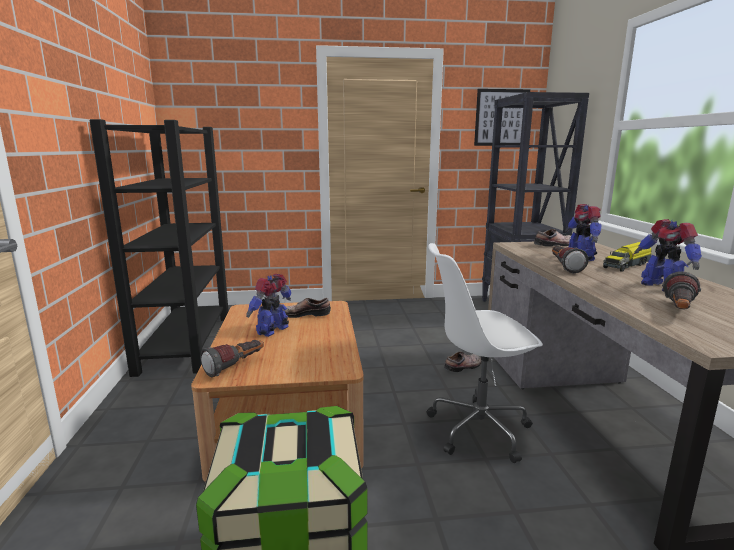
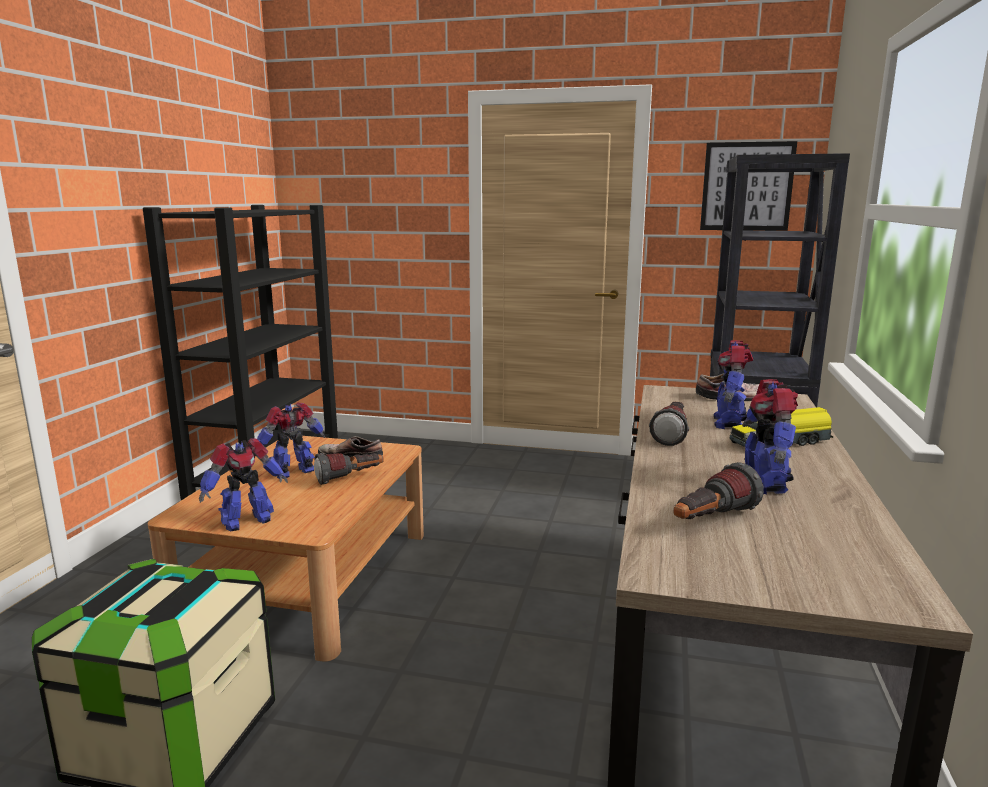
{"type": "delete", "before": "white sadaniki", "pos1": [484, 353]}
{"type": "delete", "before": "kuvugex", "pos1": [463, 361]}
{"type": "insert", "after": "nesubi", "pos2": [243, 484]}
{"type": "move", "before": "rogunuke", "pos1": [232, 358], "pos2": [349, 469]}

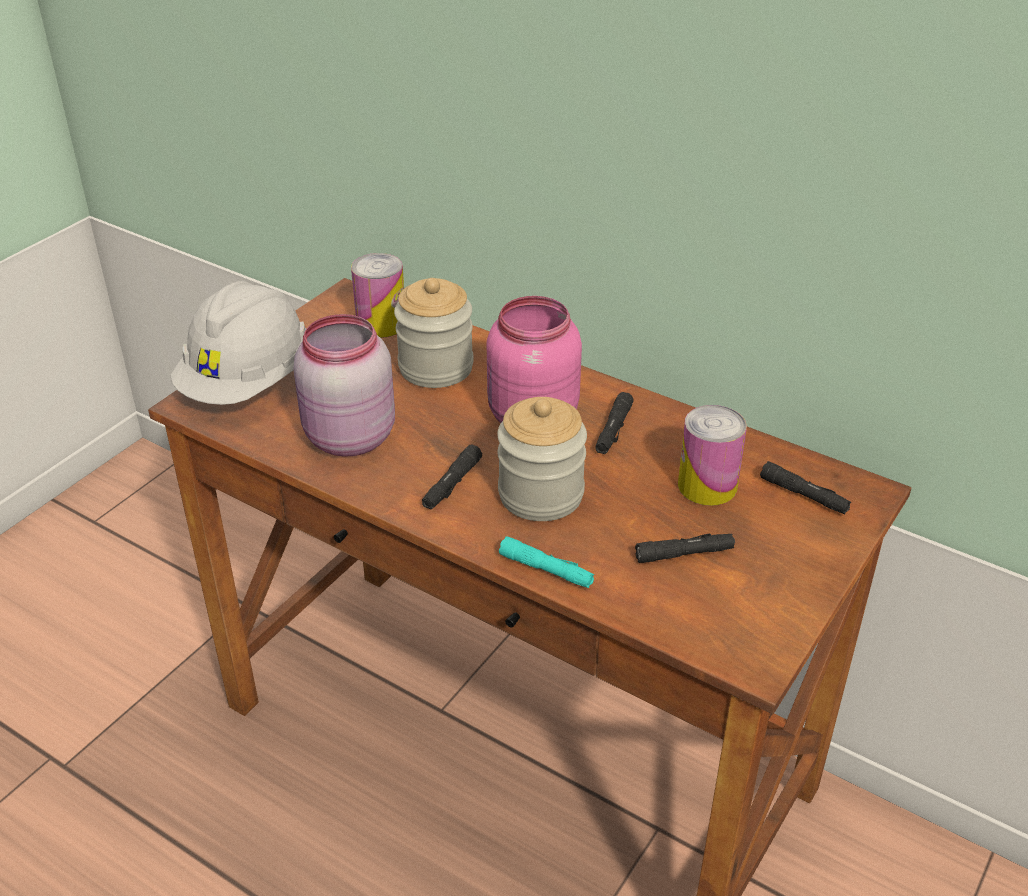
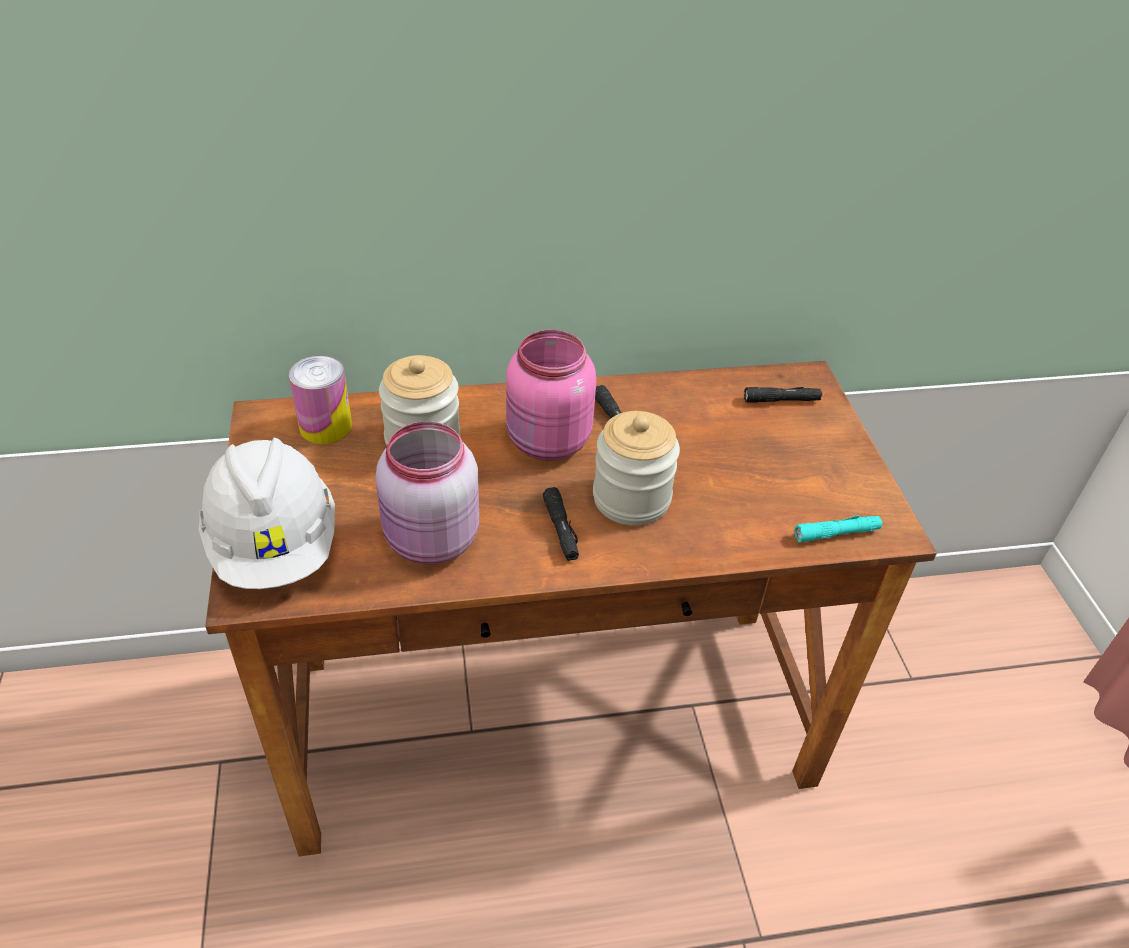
{"type": "delete", "before": "black rogunuke", "pos1": [685, 548]}
{"type": "delete", "before": "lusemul", "pos1": [712, 455]}
{"type": "move", "before": "turquoise rogunuke", "pos1": [546, 562], "pos2": [839, 529]}

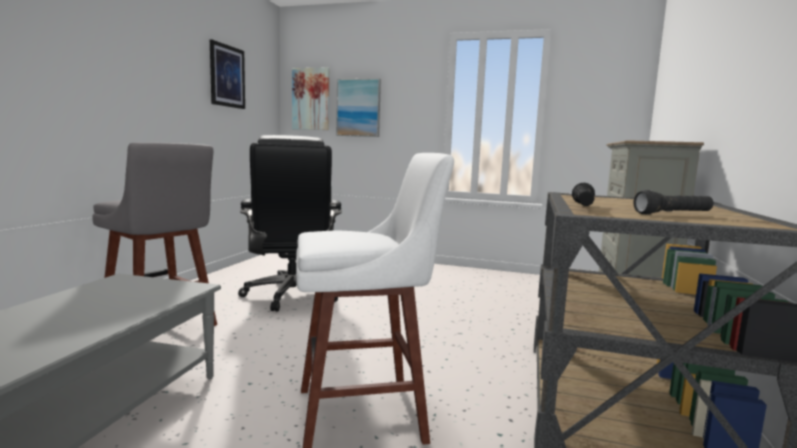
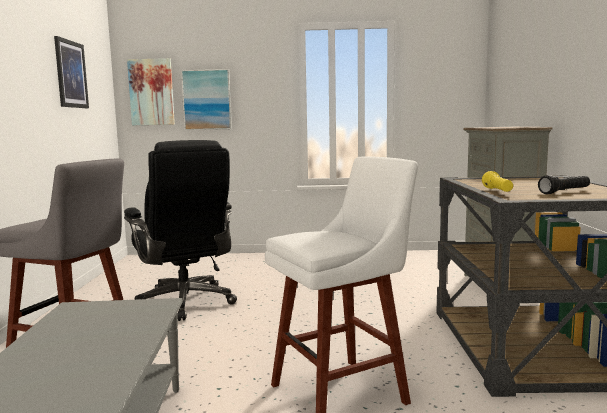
{"type": "recolor", "before": "black rogunuke", "after": "yellow rogunuke", "pos1": [583, 194], "pos2": [497, 181]}

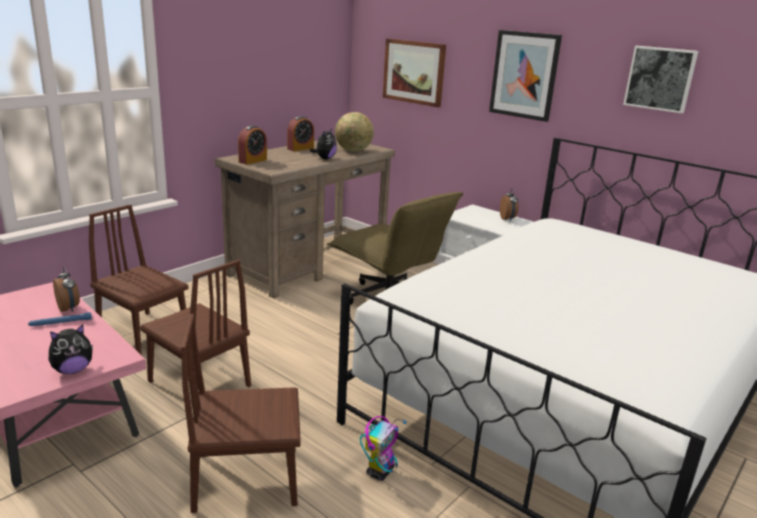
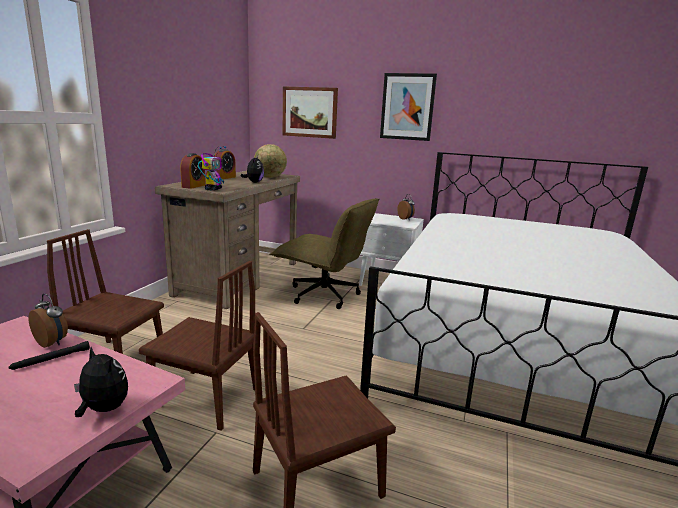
{"type": "delete", "before": "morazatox", "pos1": [660, 79]}
{"type": "move", "before": "nesubi", "pos1": [383, 448], "pos2": [212, 168]}
{"type": "recolor", "before": "blue rogunuke", "after": "black rogunuke", "pos1": [60, 319], "pos2": [49, 355]}
{"type": "rotate", "before": "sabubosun", "pos1": [71, 349], "pos2": [101, 382], "turn": -90}

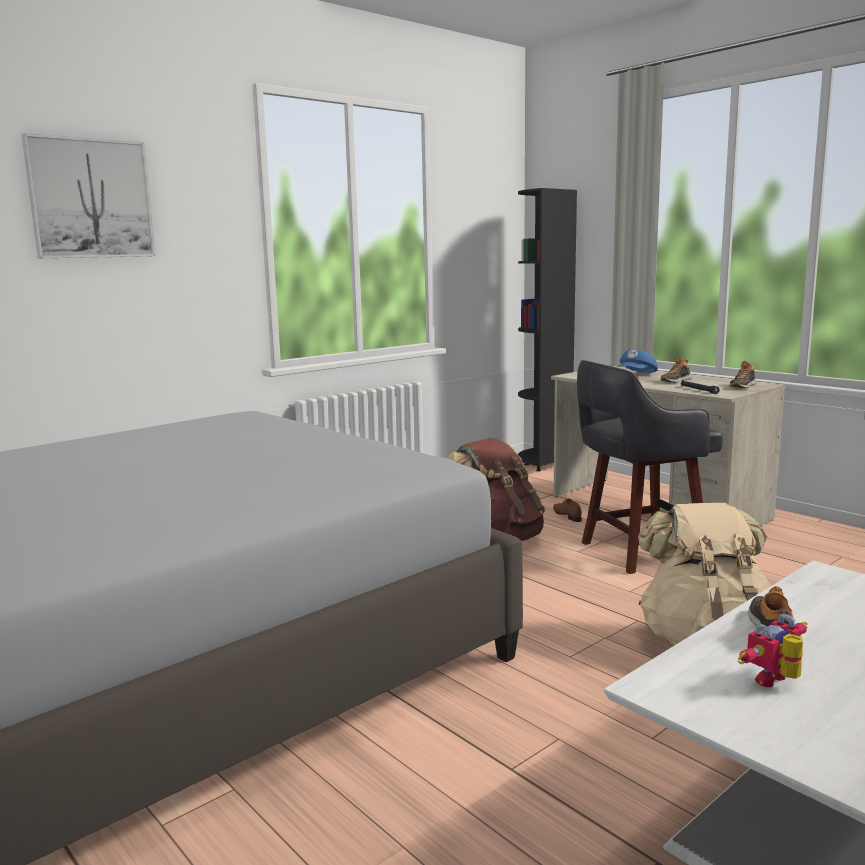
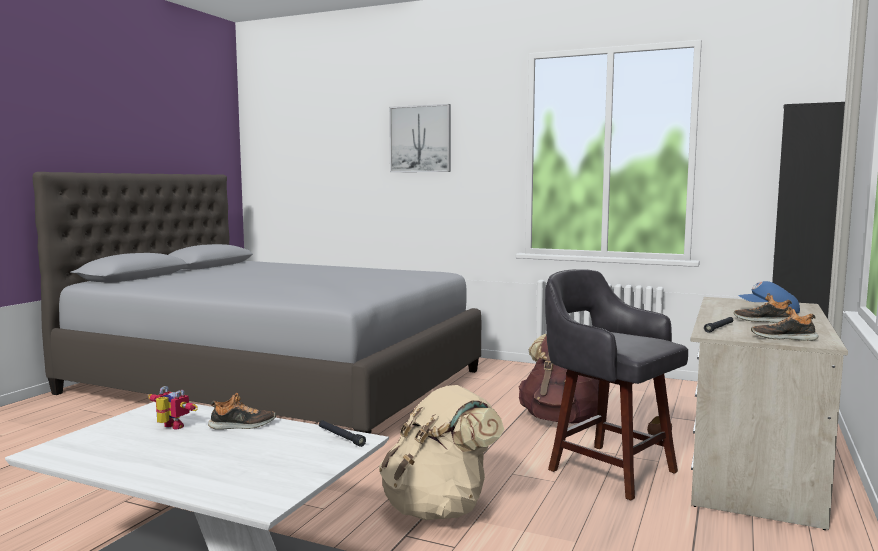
{"type": "insert", "after": "black rogunuke", "pos2": [342, 433]}

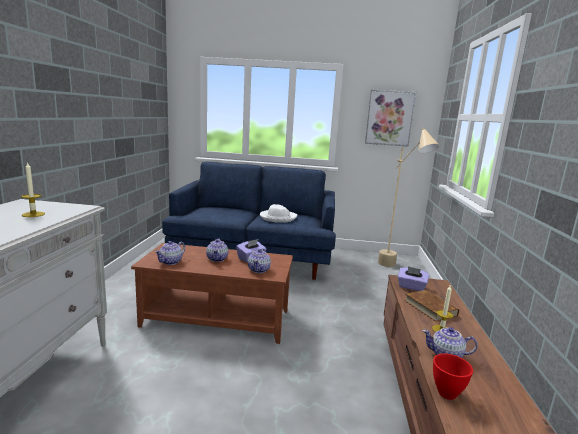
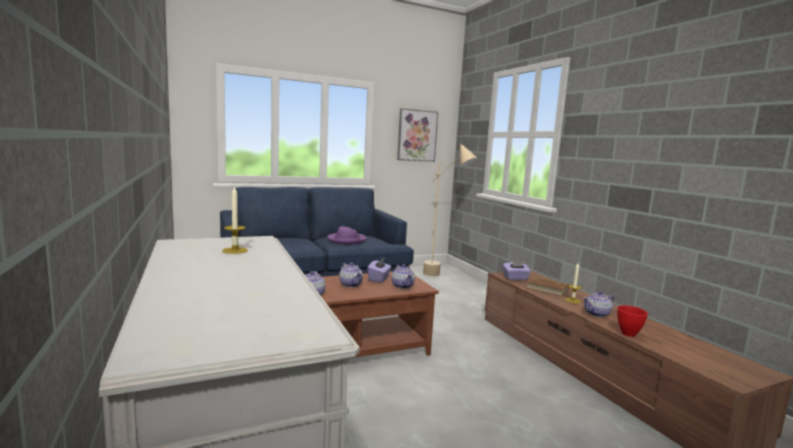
{"type": "recolor", "before": "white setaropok", "after": "purple setaropok", "pos1": [278, 213], "pos2": [347, 236]}

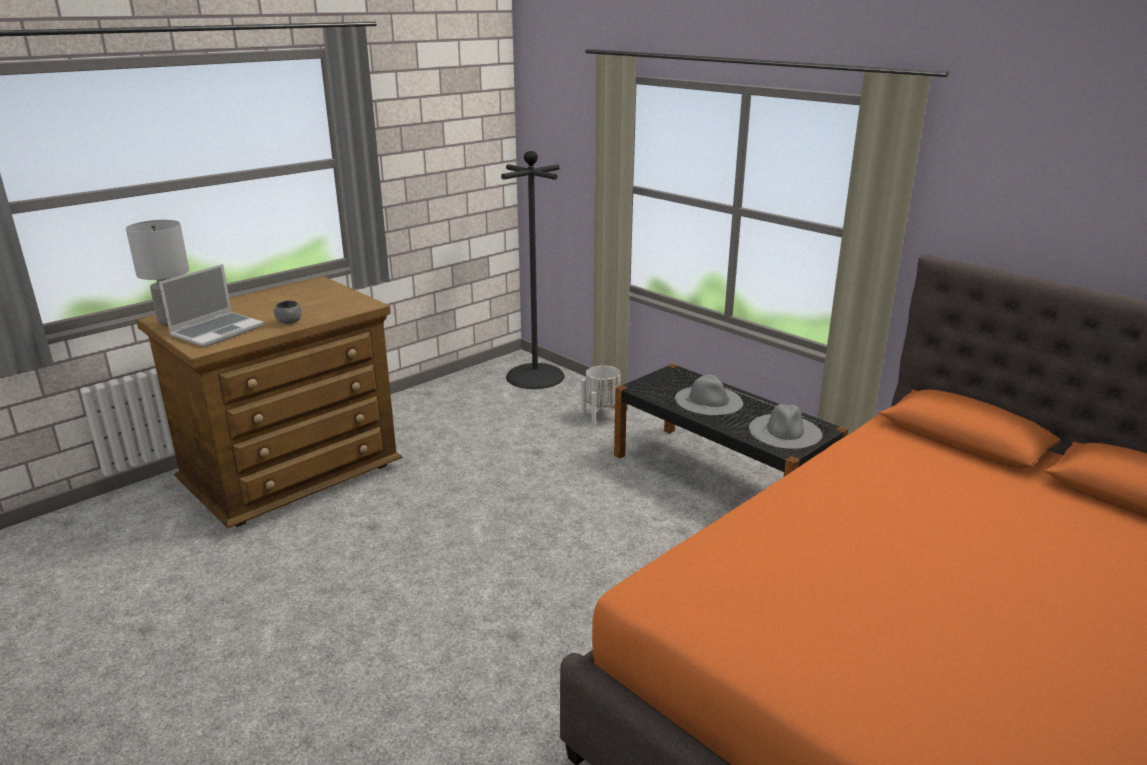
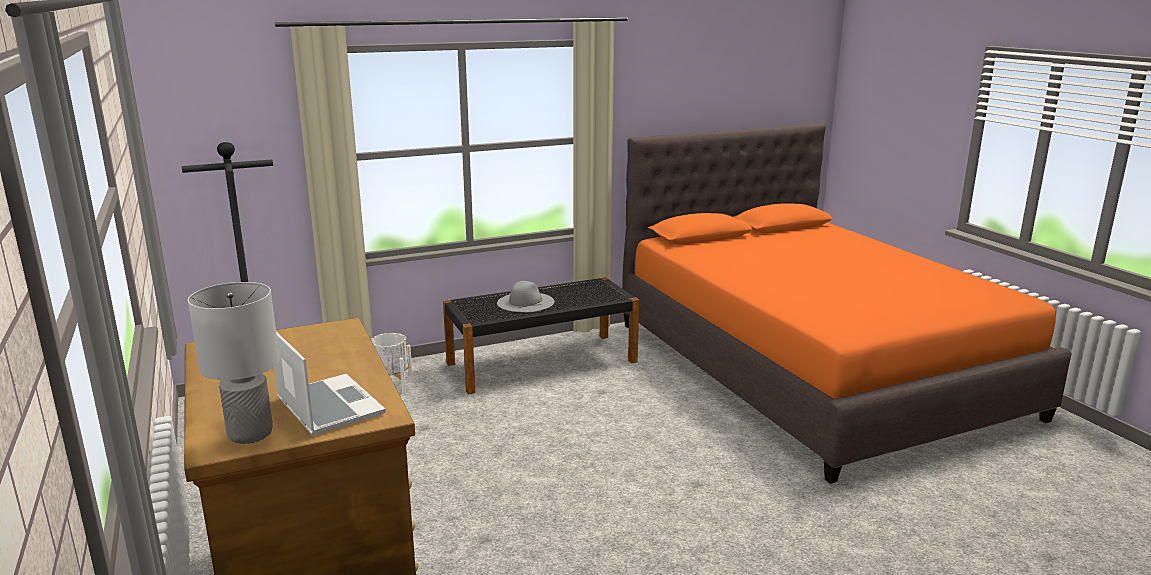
{"type": "delete", "before": "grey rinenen", "pos1": [288, 312]}
{"type": "delete", "before": "grey setaropok", "pos1": [785, 426]}

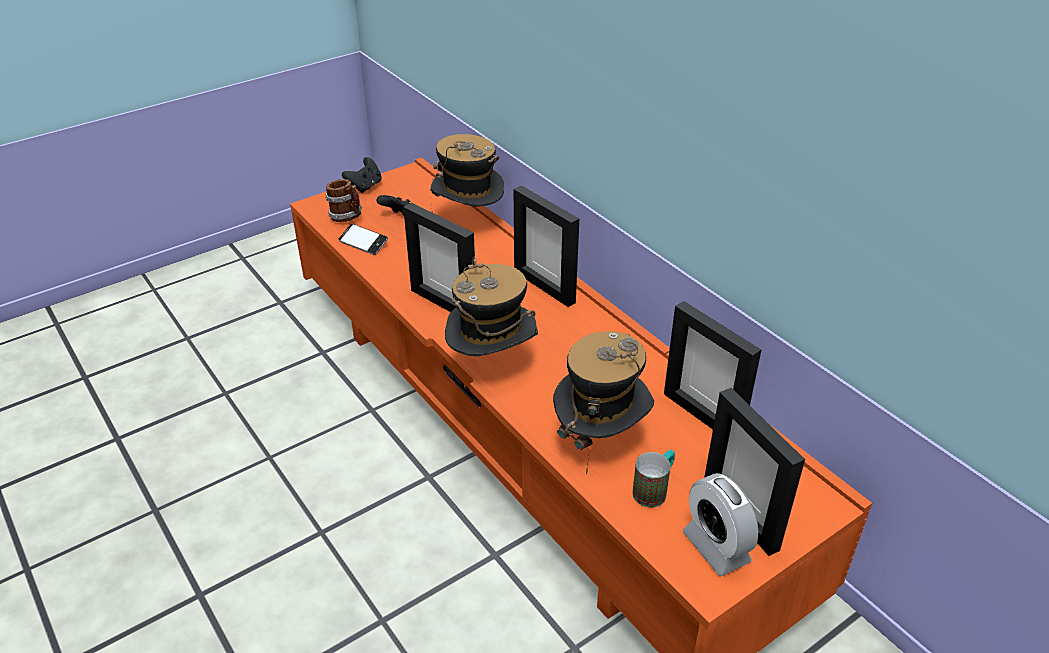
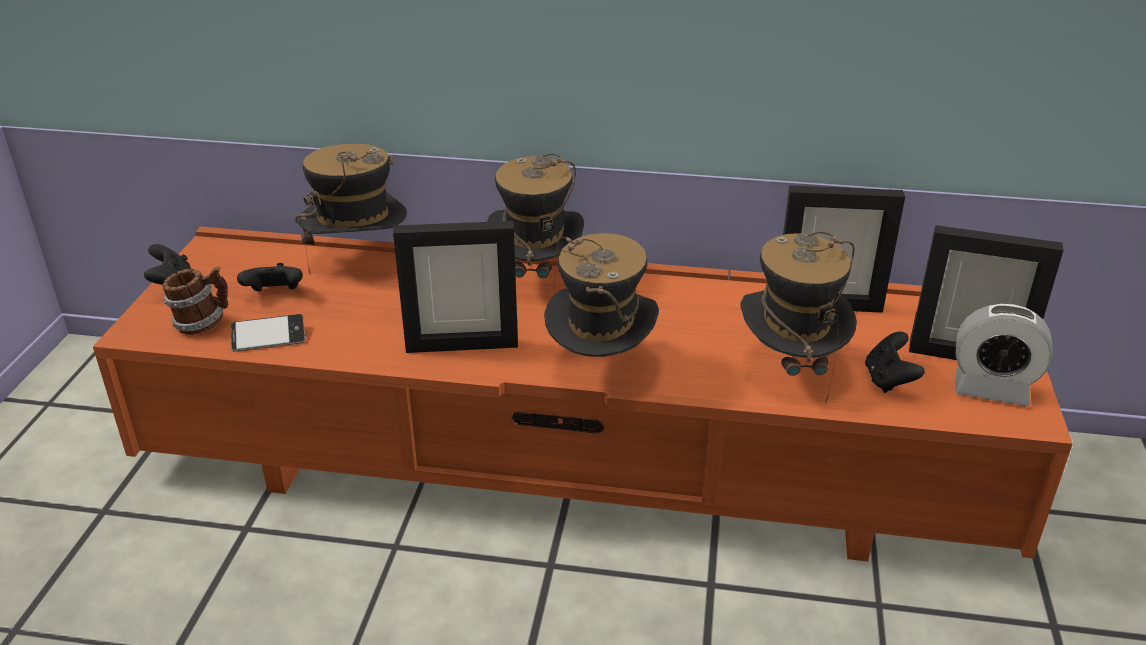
{"type": "replace", "before": "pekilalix", "after": "setaropok", "pos1": [546, 246], "pos2": [535, 223]}
{"type": "replace", "before": "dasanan", "after": "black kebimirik", "pos1": [654, 478], "pos2": [894, 362]}

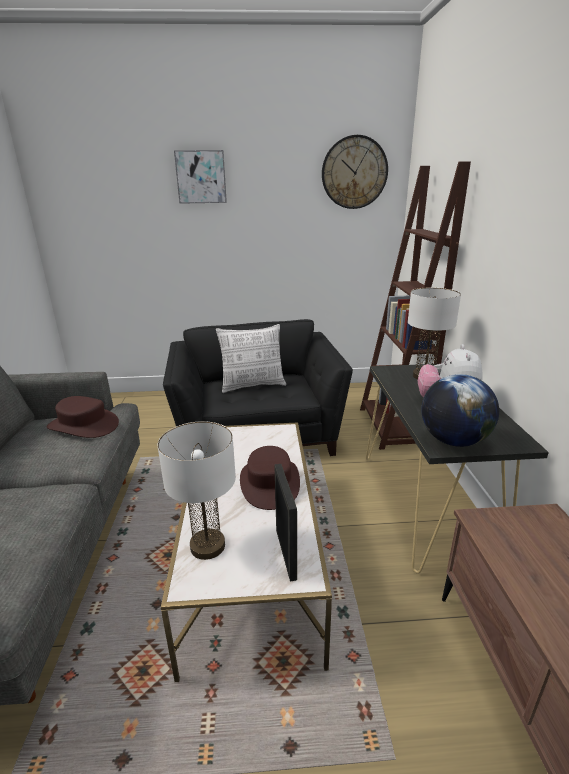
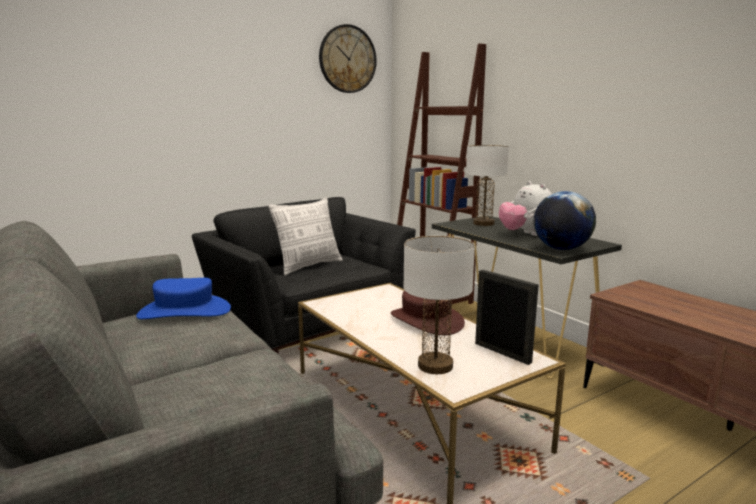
{"type": "delete", "before": "morazatox", "pos1": [200, 177]}
{"type": "recolor", "before": "brown setaropok", "after": "blue setaropok", "pos1": [82, 417], "pos2": [183, 298]}

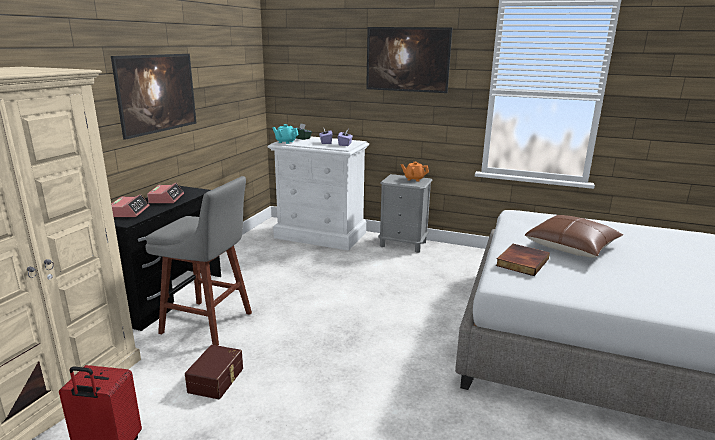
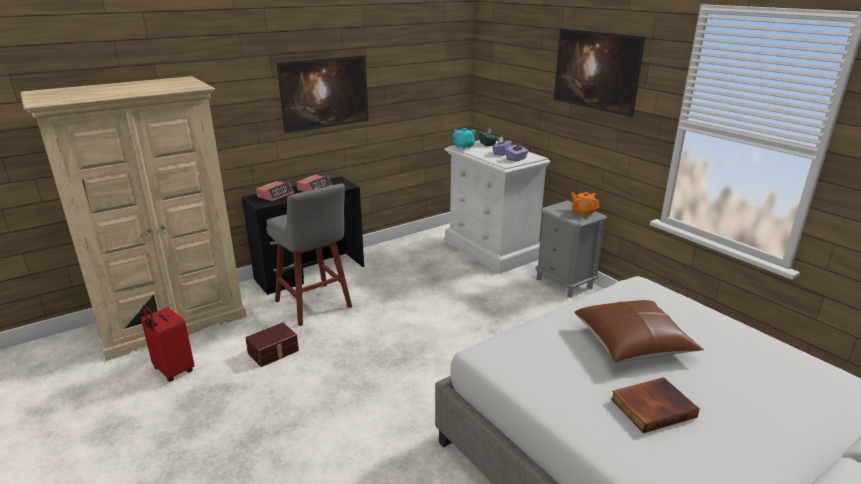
{"type": "move", "before": "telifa", "pos1": [523, 260], "pos2": [655, 405]}

